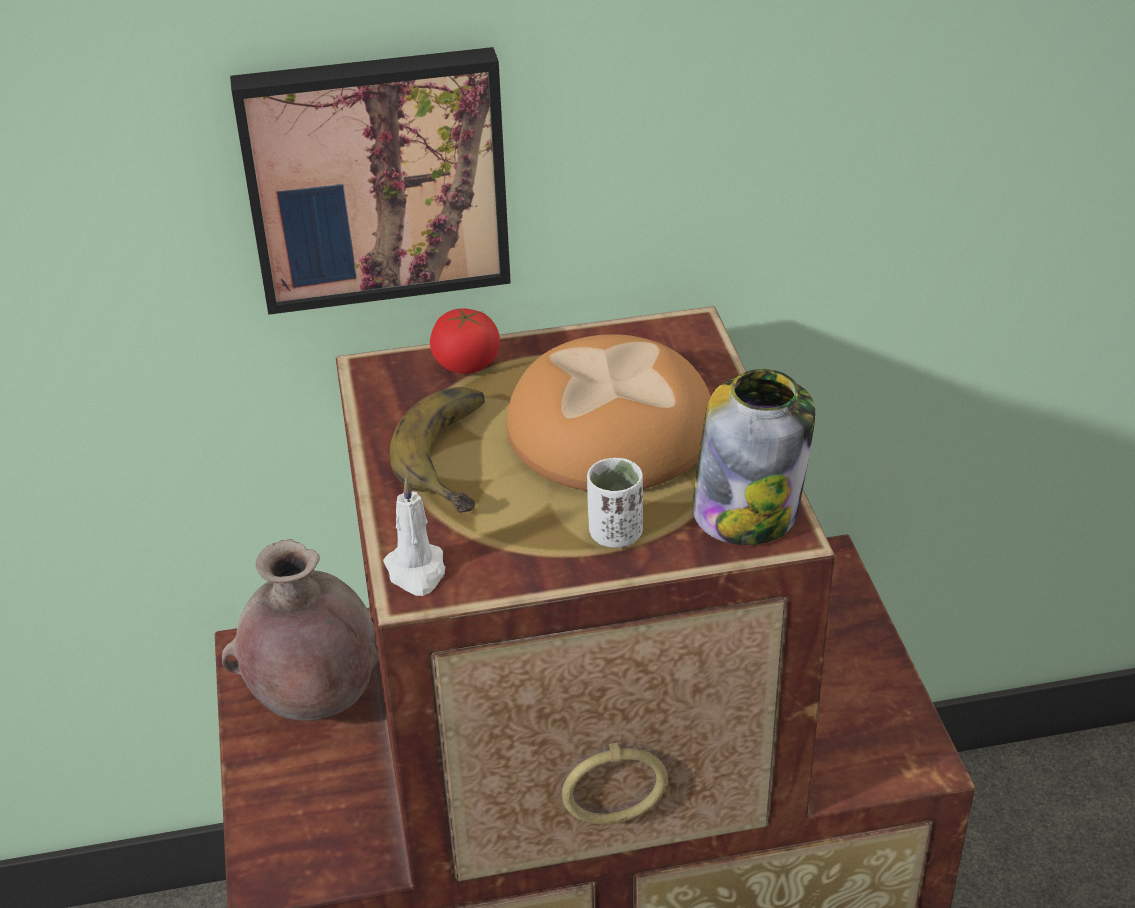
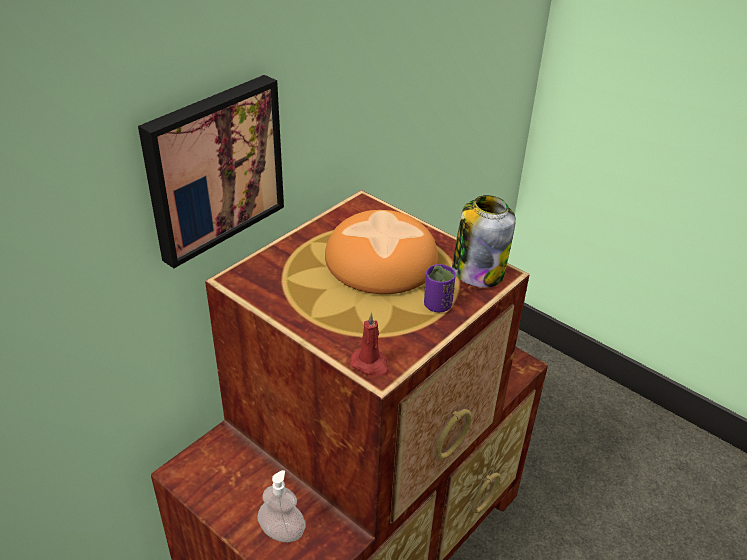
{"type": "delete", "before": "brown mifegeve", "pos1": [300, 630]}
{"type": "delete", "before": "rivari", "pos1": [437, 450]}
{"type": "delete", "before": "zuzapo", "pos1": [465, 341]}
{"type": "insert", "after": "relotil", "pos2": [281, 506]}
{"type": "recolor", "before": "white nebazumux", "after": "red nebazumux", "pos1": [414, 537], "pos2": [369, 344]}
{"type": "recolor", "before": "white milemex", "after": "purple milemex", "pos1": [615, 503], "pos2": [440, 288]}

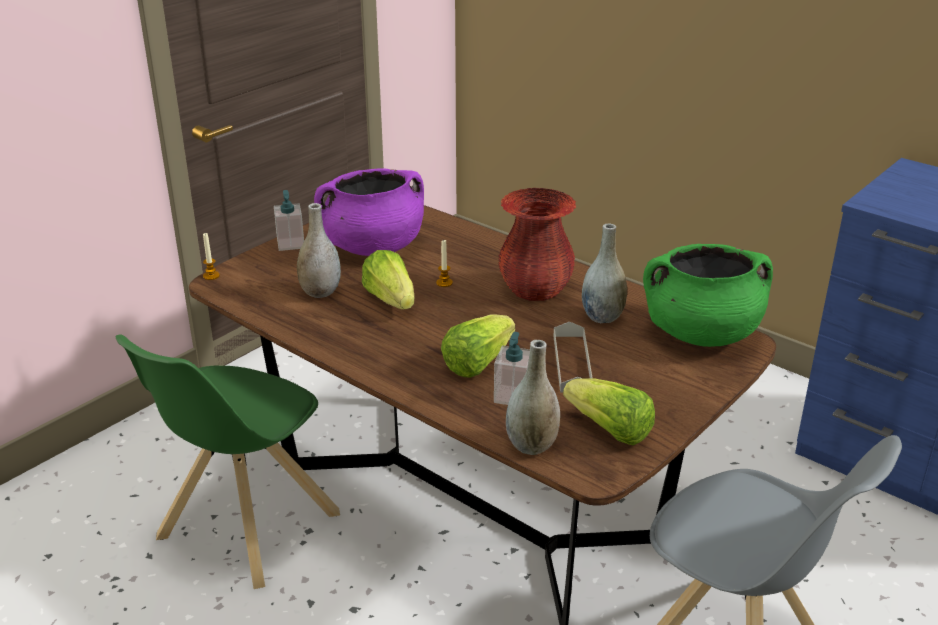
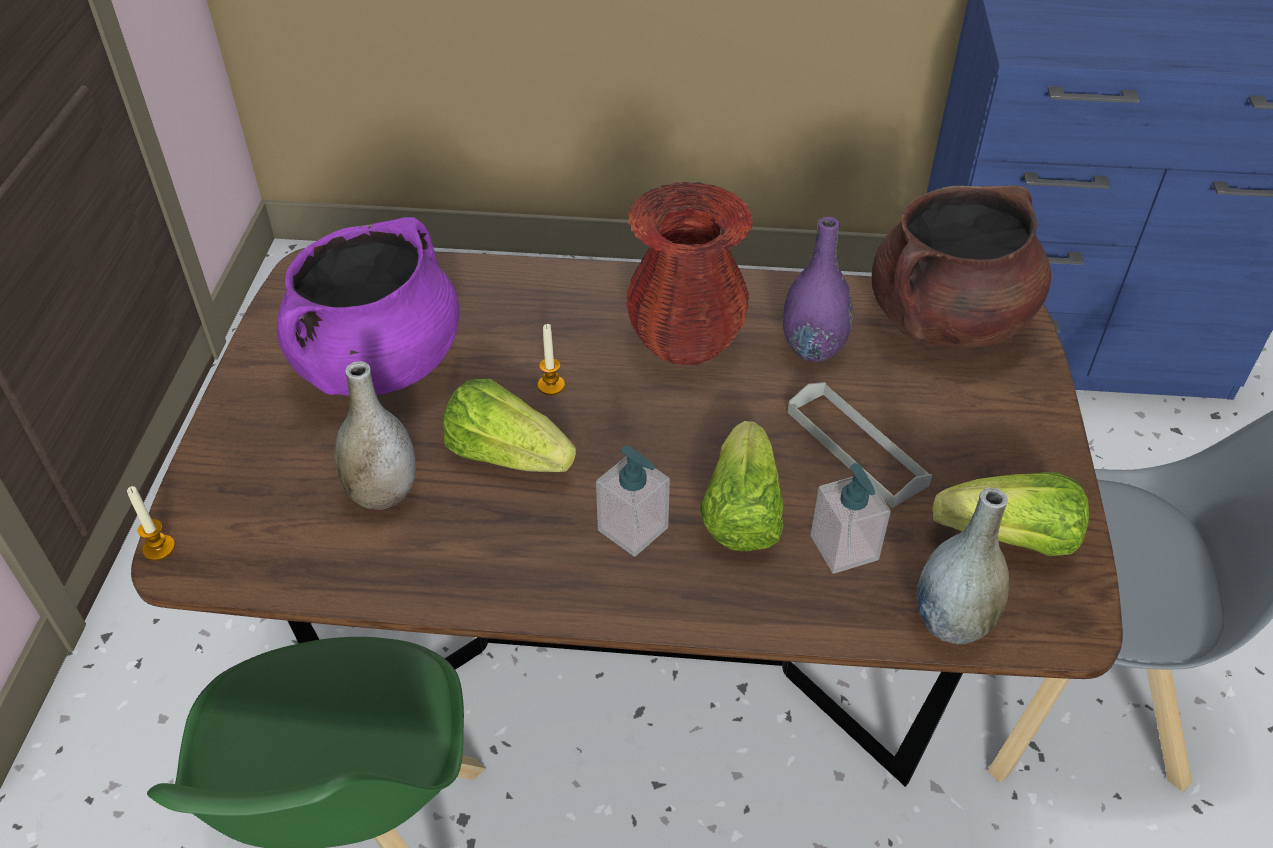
{"type": "move", "before": "relotil", "pos1": [289, 220], "pos2": [633, 501]}
{"type": "recolor", "before": "grey mifegeve", "after": "purple mifegeve", "pos1": [604, 273], "pos2": [818, 289]}
{"type": "recolor", "before": "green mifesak", "after": "brown mifesak", "pos1": [708, 295], "pos2": [961, 266]}

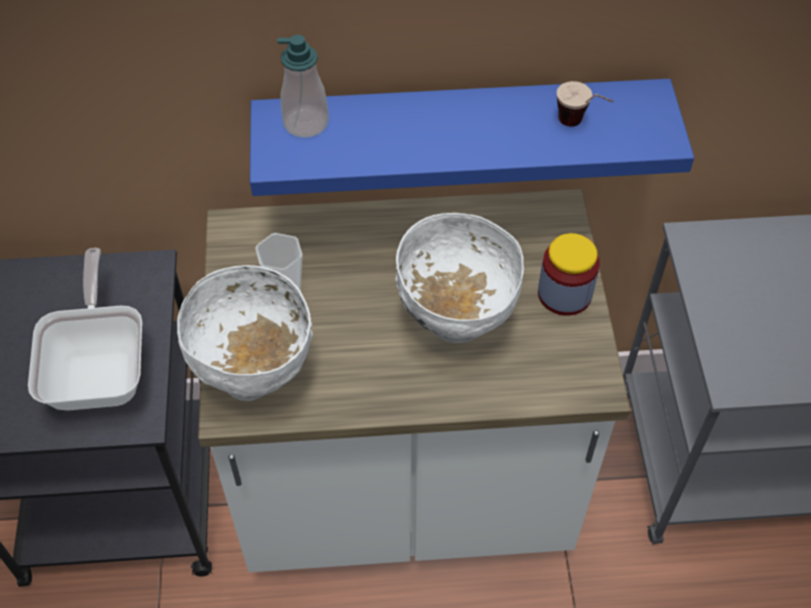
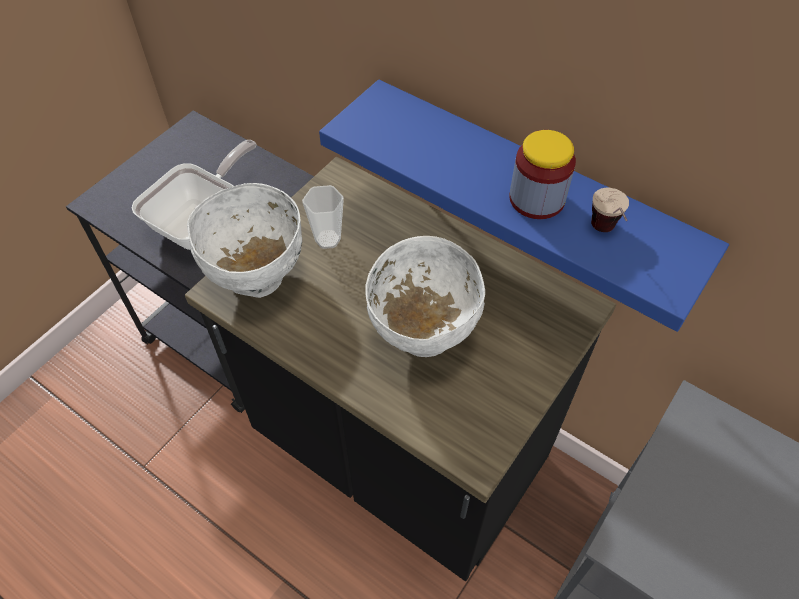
{"type": "delete", "before": "relotil", "pos1": [303, 86]}
{"type": "move", "before": "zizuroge", "pos1": [569, 274], "pos2": [542, 174]}
{"type": "recolor", "before": "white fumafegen", "after": "black fumafegen", "pos1": [414, 380], "pos2": [400, 369]}

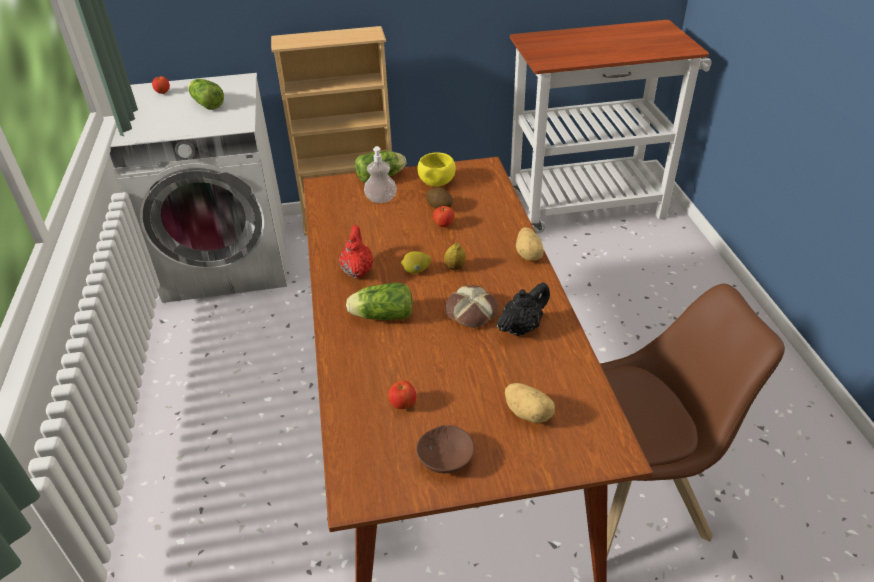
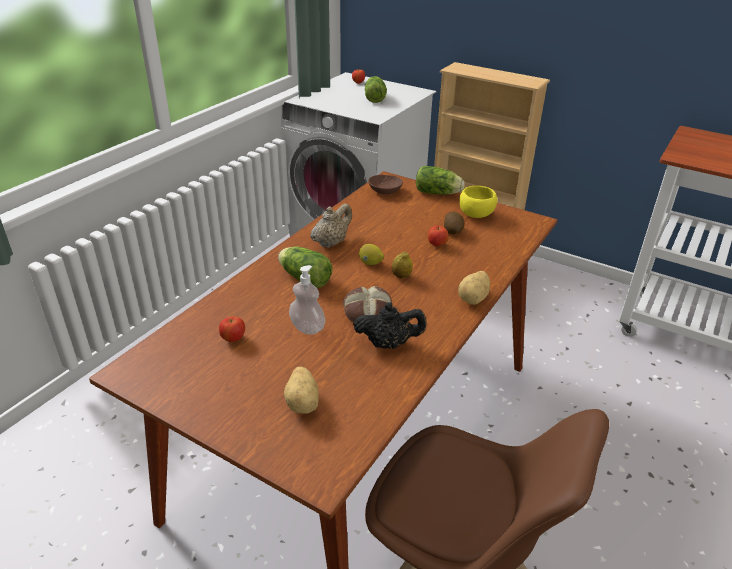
{"type": "move", "before": "relotil", "pos1": [380, 174], "pos2": [307, 300]}
{"type": "move", "before": "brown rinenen", "pos1": [445, 449], "pos2": [385, 184]}
{"type": "recolor", "before": "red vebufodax", "after": "beige vebufodax", "pos1": [356, 252], "pos2": [331, 225]}

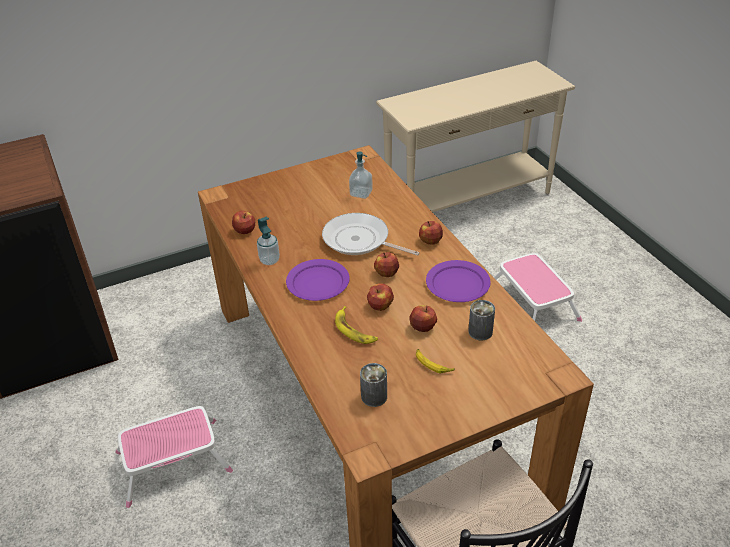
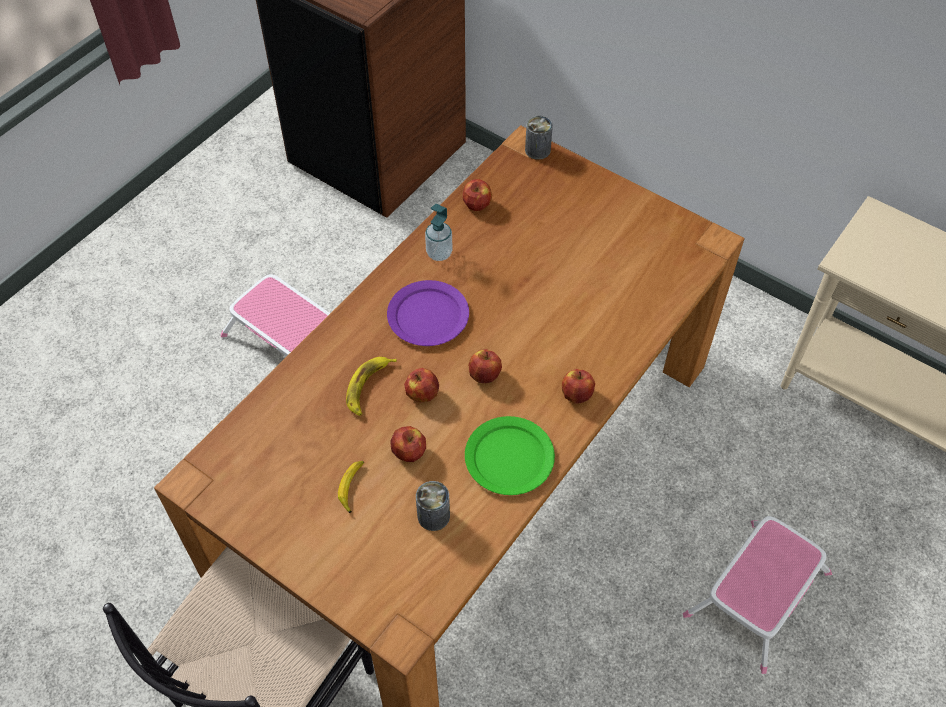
{"type": "delete", "before": "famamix", "pos1": [371, 234]}
{"type": "delete", "before": "relotil", "pos1": [361, 175]}
{"type": "move", "before": "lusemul", "pos1": [373, 385], "pos2": [539, 138]}
{"type": "recolor", "before": "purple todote", "after": "green todote", "pos1": [458, 281], "pos2": [510, 455]}

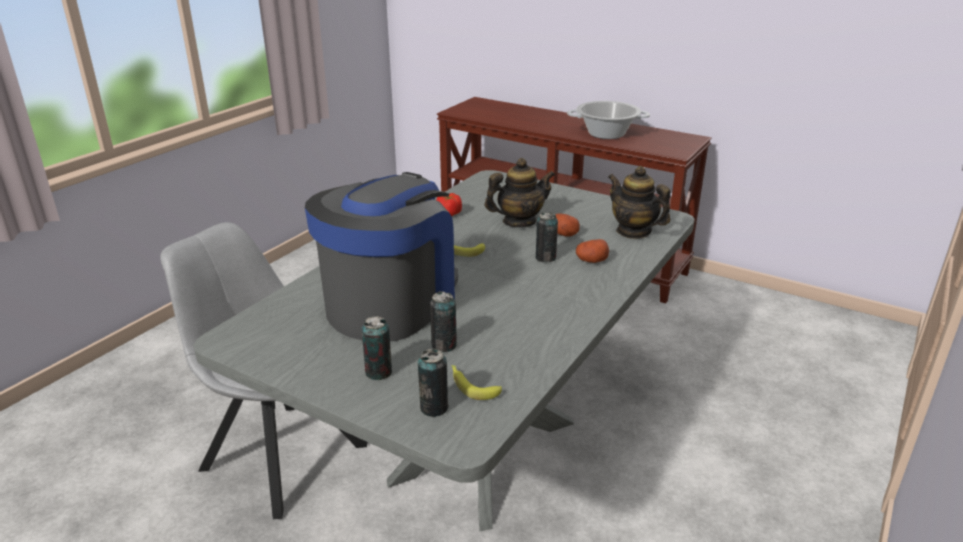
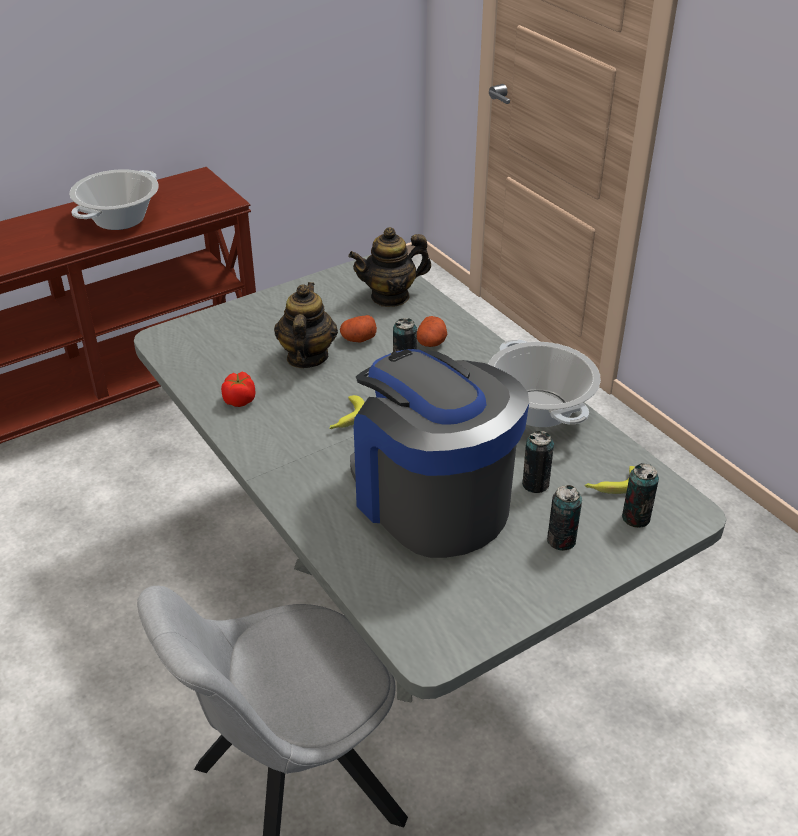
{"type": "insert", "after": "mifesak", "pos2": [544, 383]}

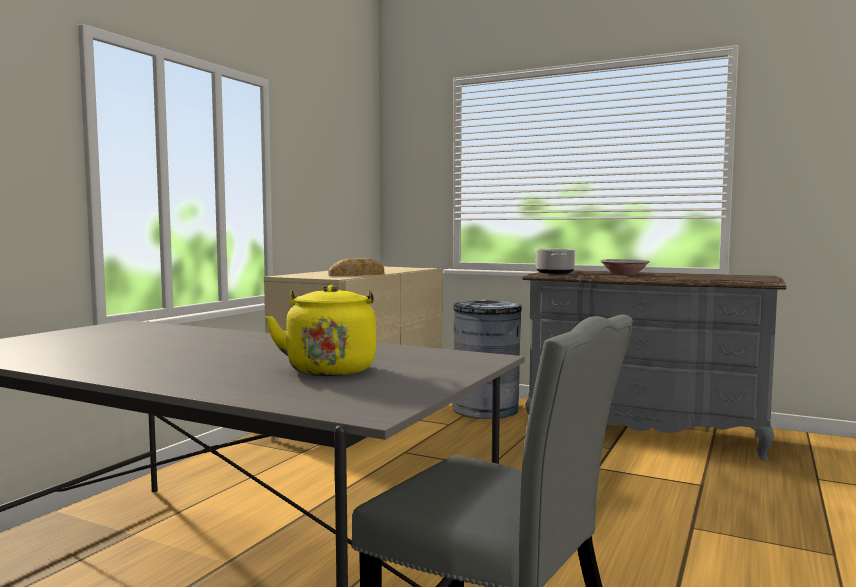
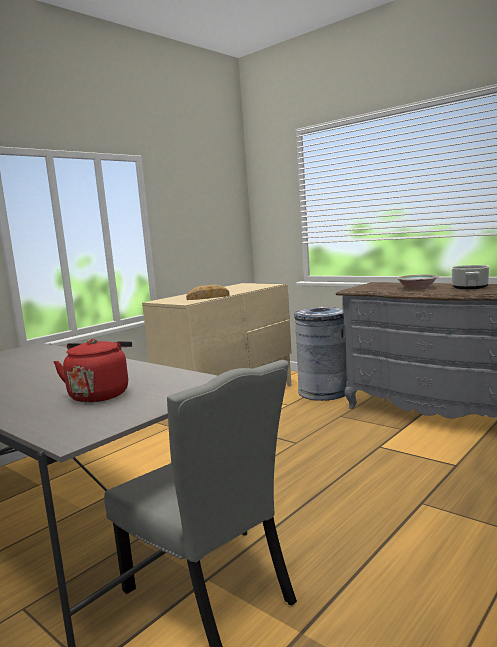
{"type": "move", "before": "mifesak", "pos1": [555, 261], "pos2": [470, 277]}
{"type": "recolor", "before": "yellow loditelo", "after": "red loditelo", "pos1": [321, 330], "pos2": [92, 371]}

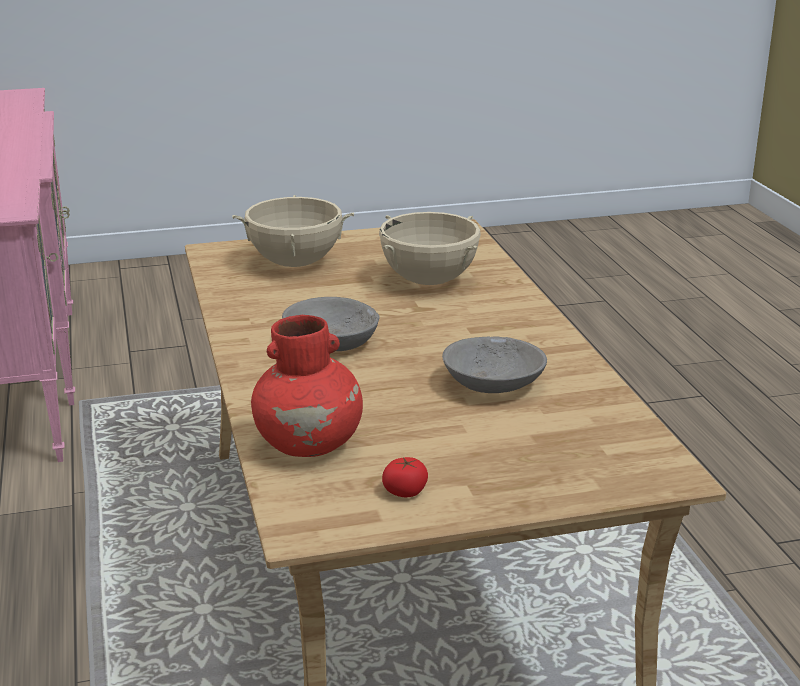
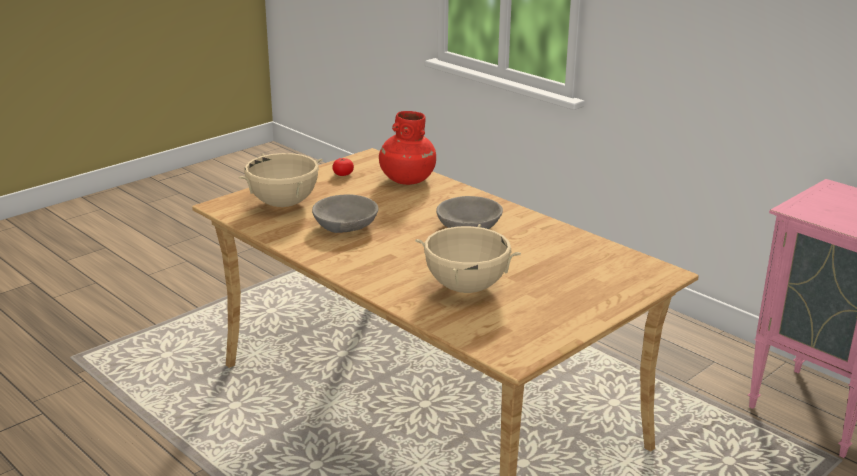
{"type": "move", "before": "beige mifesak", "pos1": [293, 231], "pos2": [281, 180]}

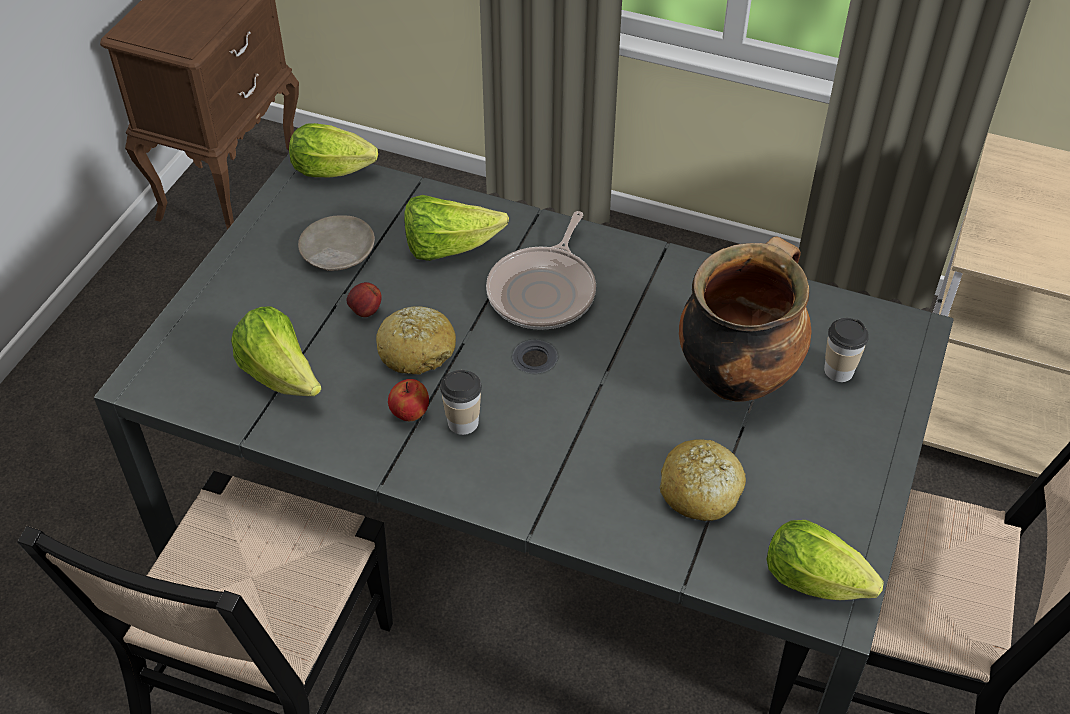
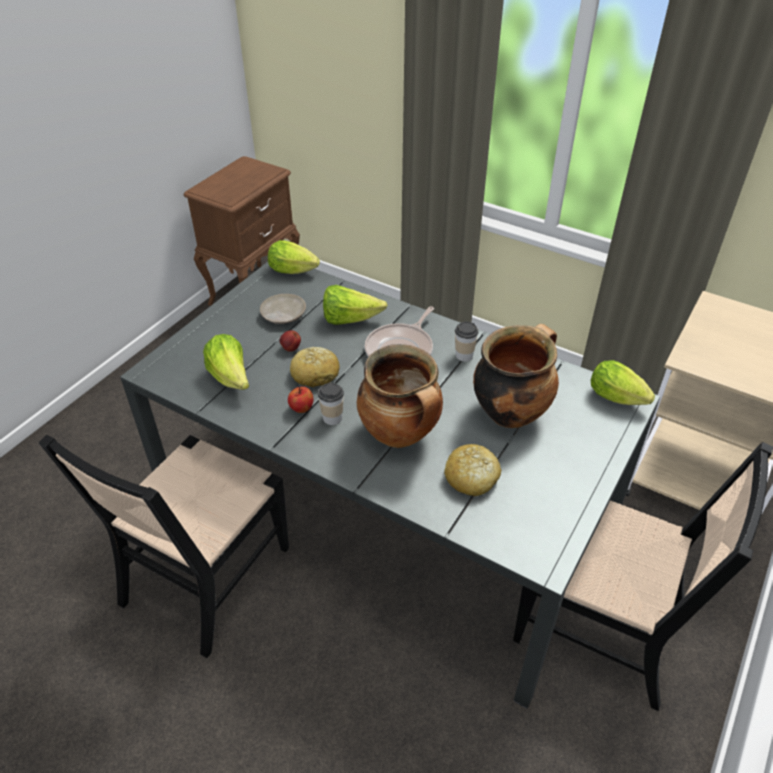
{"type": "insert", "after": "mifesak", "pos2": [400, 396]}
{"type": "move", "before": "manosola", "pos1": [825, 560], "pos2": [623, 382]}
{"type": "move", "before": "milemex", "pos1": [846, 350], "pos2": [466, 342]}

